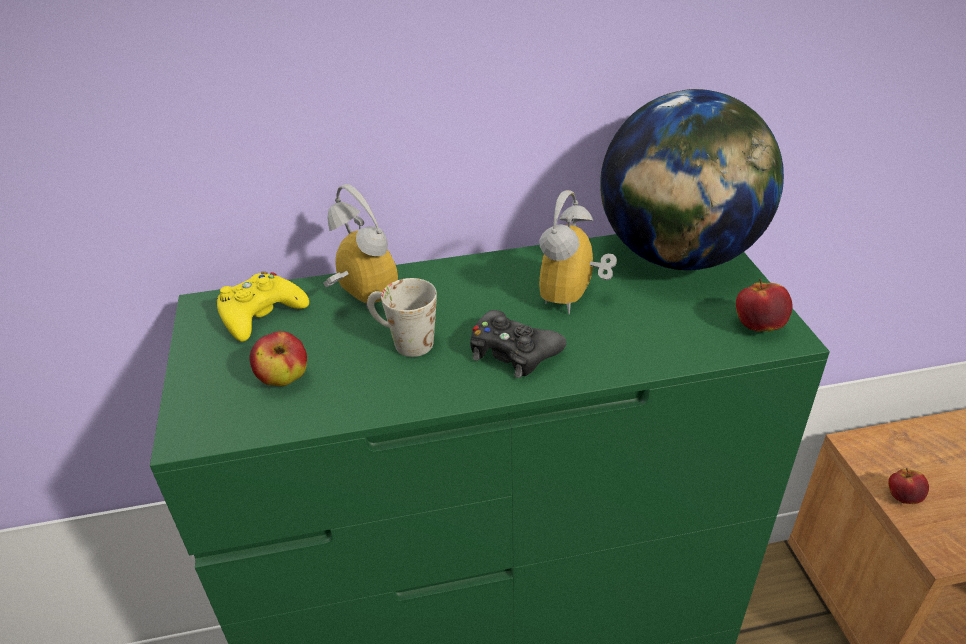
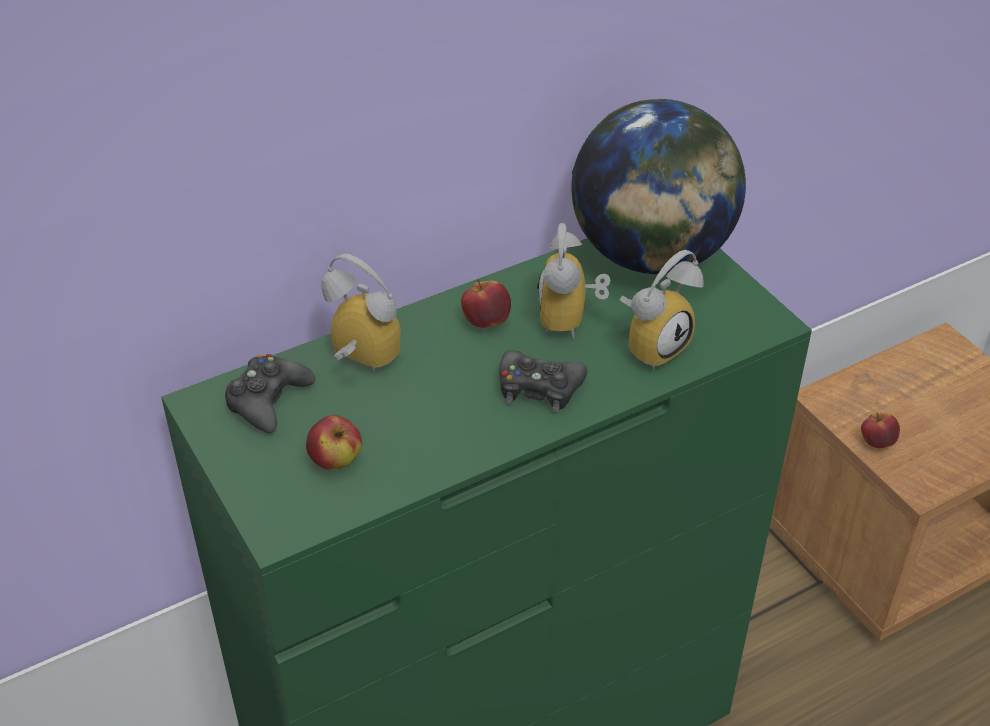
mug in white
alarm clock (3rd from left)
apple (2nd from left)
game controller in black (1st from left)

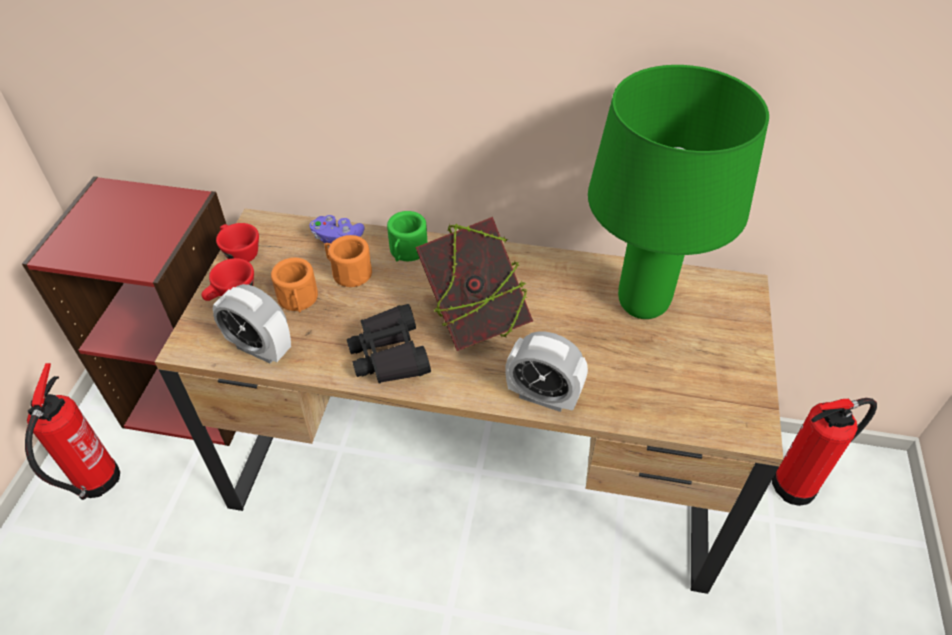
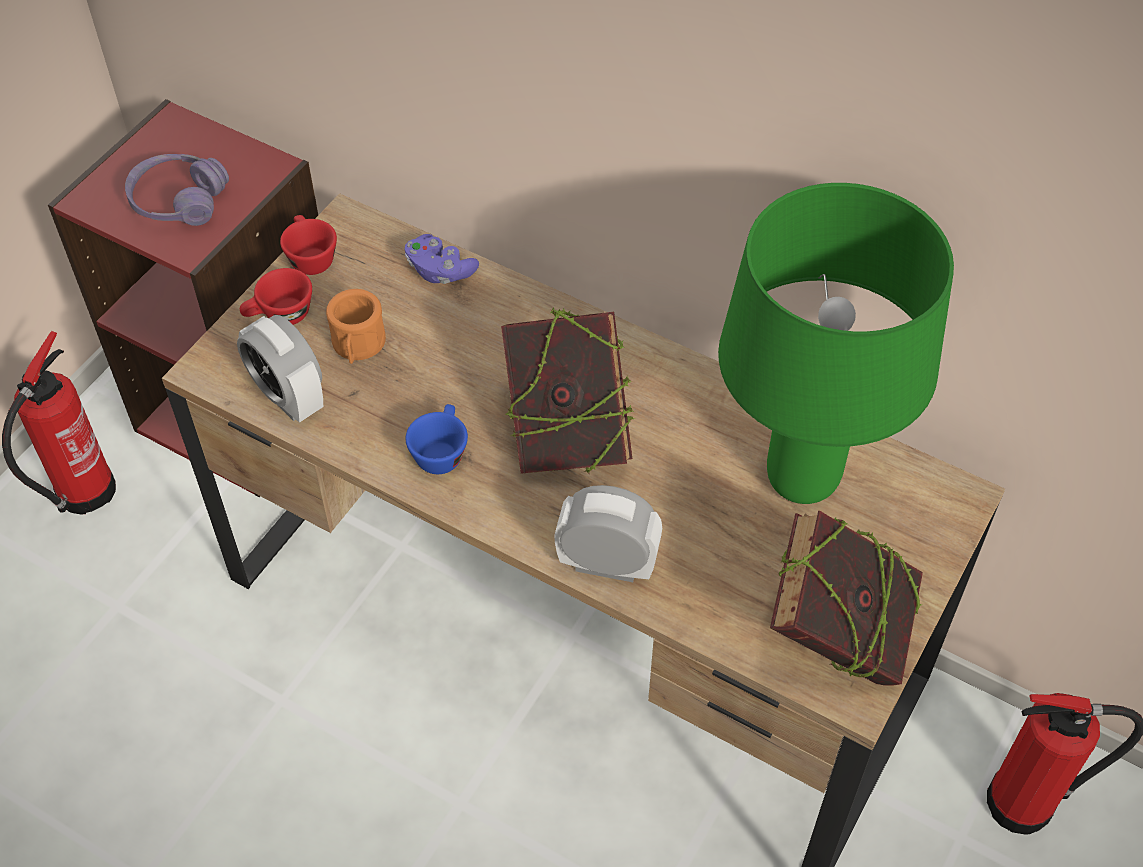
mug in orange (2nd from left in the first image)
mug in green
headphones in purple
book (2nd from left)
cup in blue
alarm clock (2nd from left)

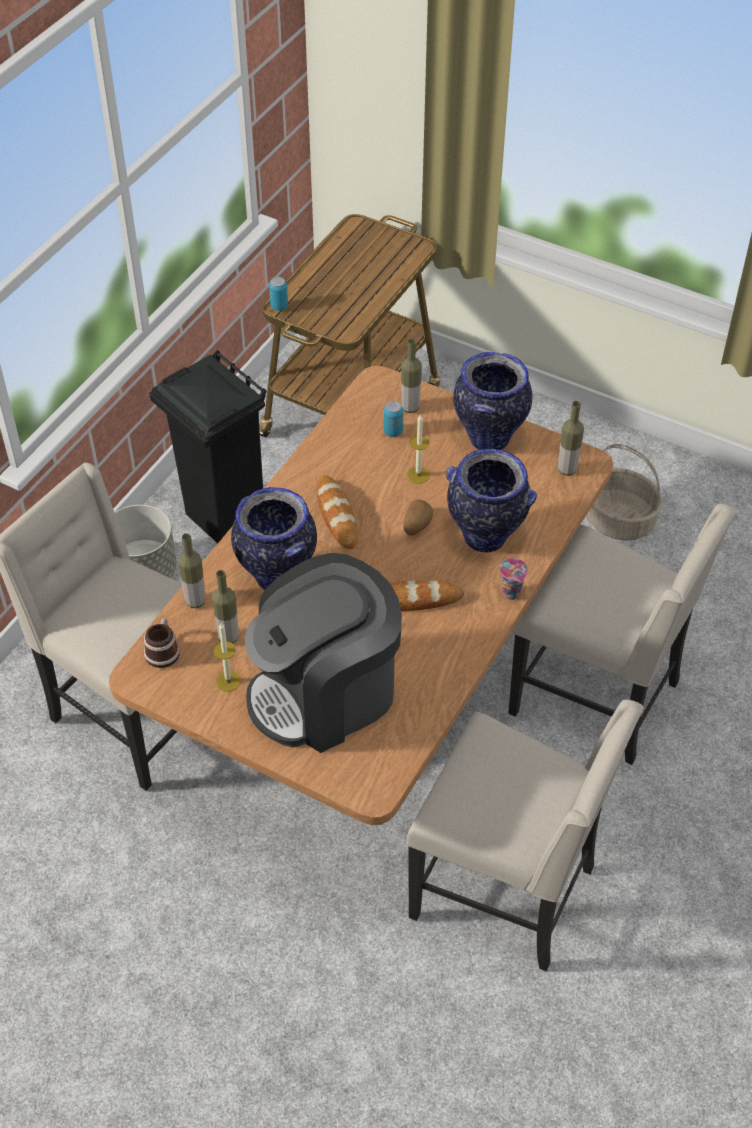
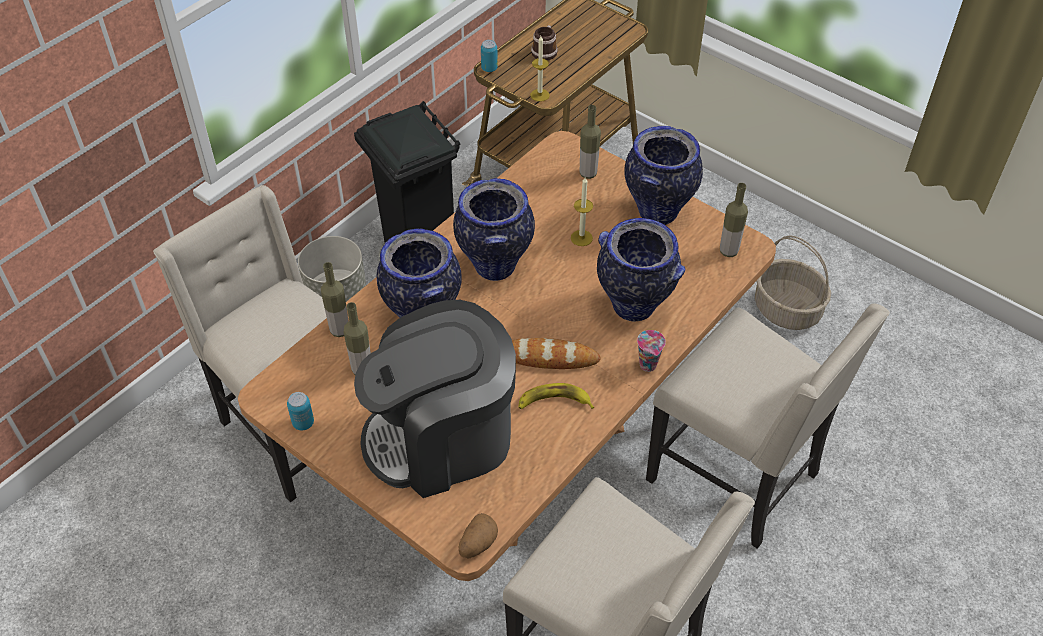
banana
mug
candle (1st from left)
can (1st from left)
potato
vase (2nd from left)

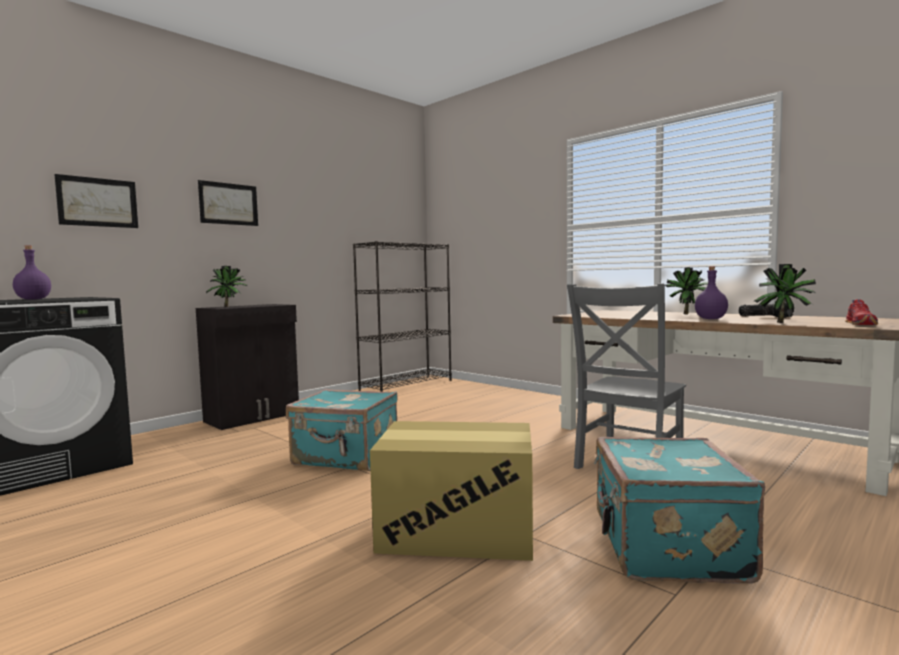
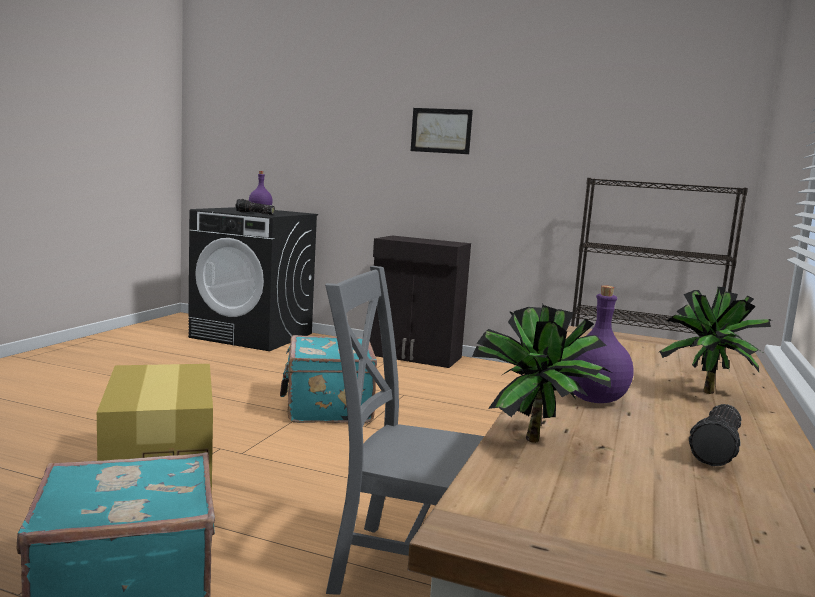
picture (1st from left in the first image)
potted plant (1st from left in the first image)
shoe in red
flashlight (1st from left)

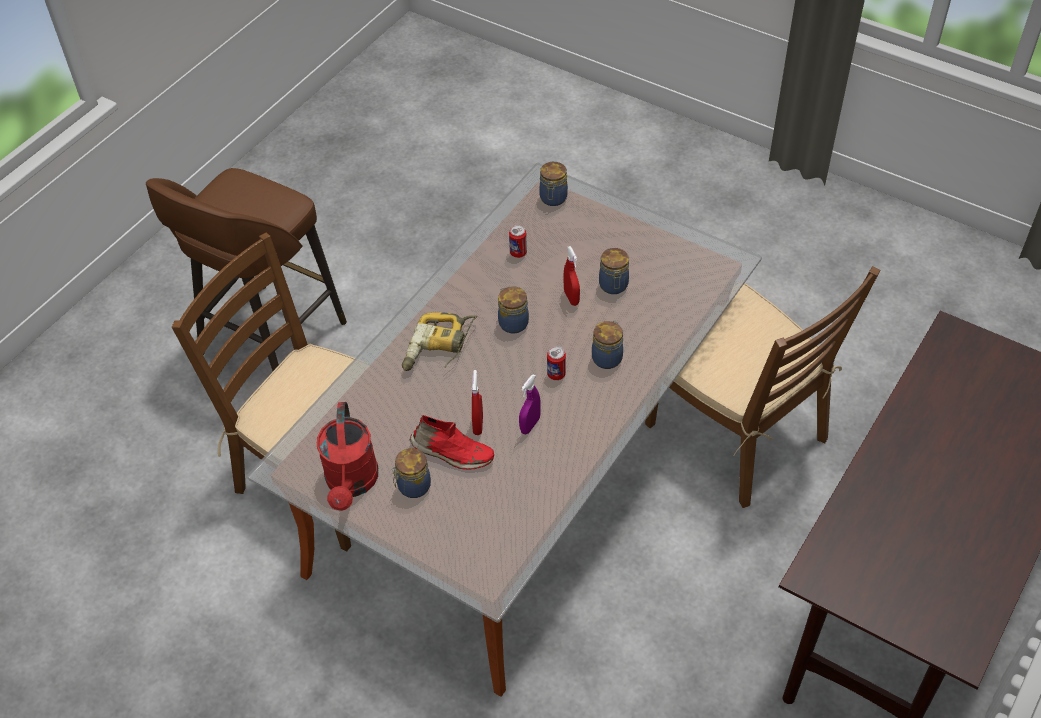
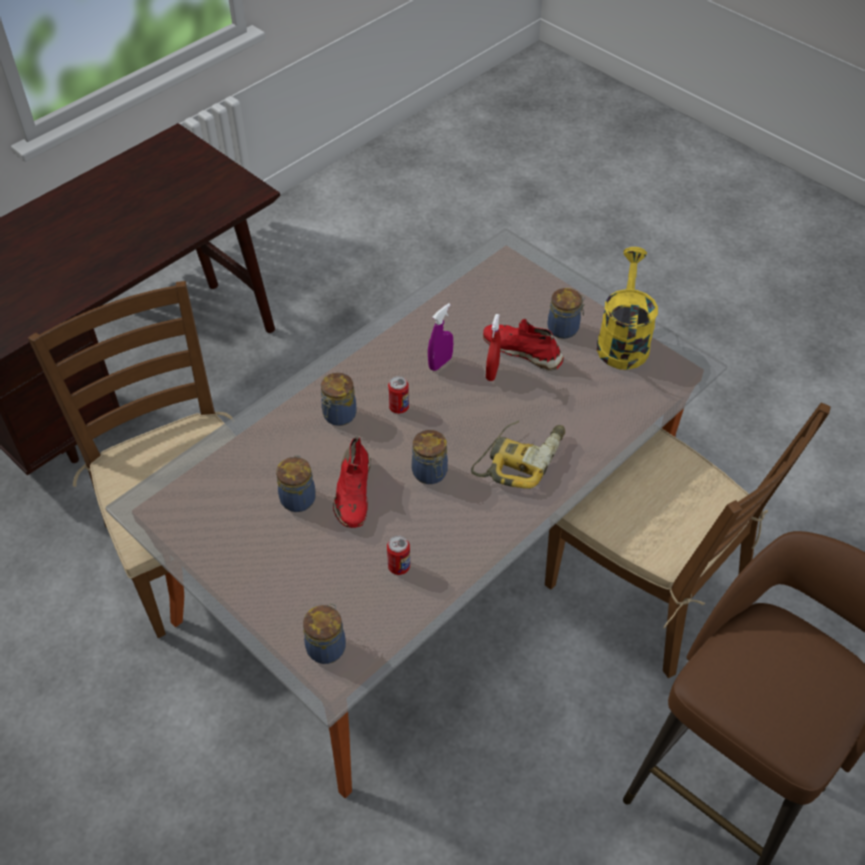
shoe in red (1st from left)
watering can in yellow

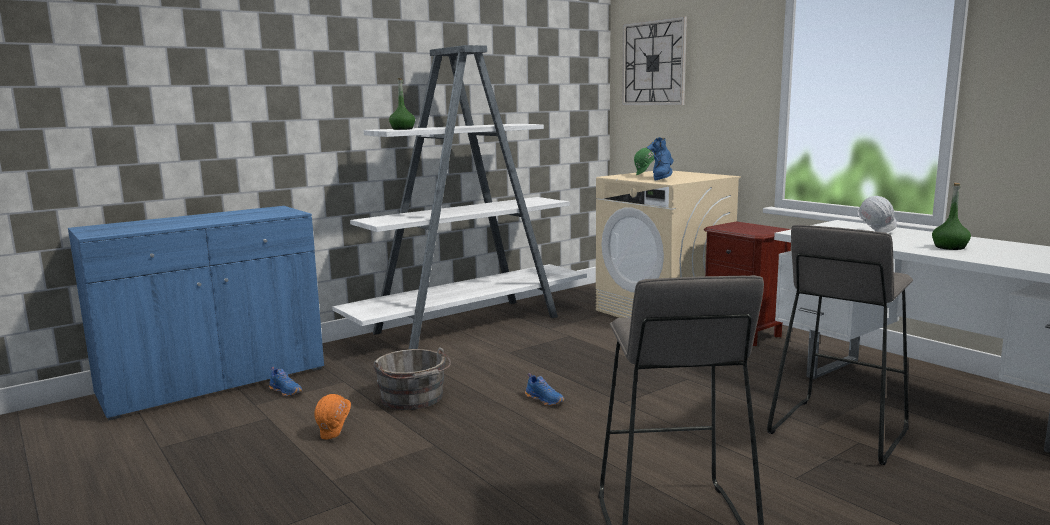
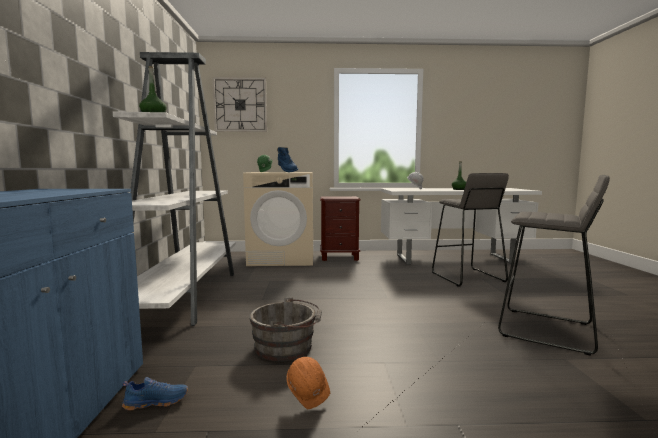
shoe in blue (2nd from left in the first image)

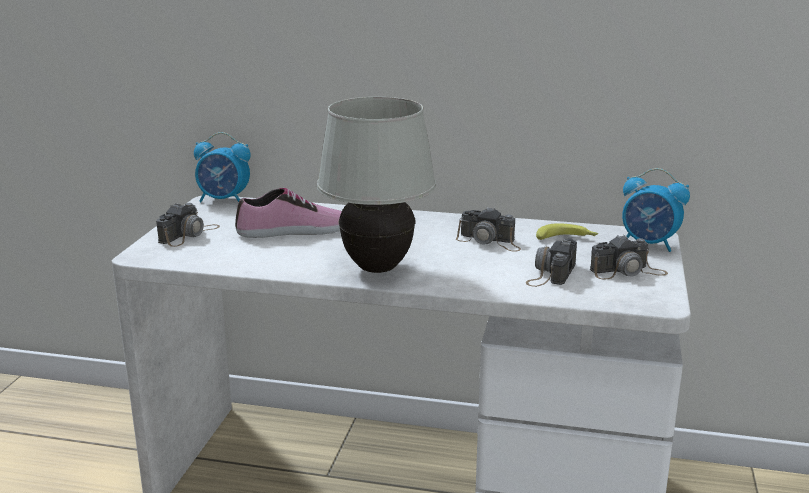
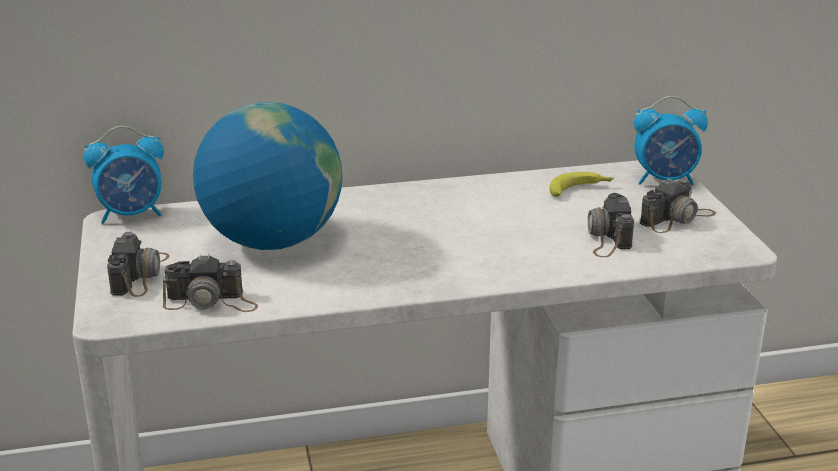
table lamp in white
photo camera (2nd from left)
globe

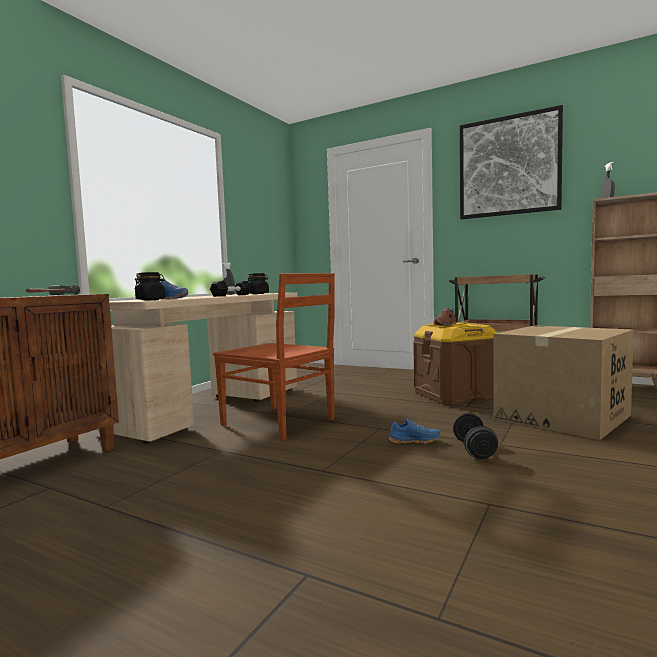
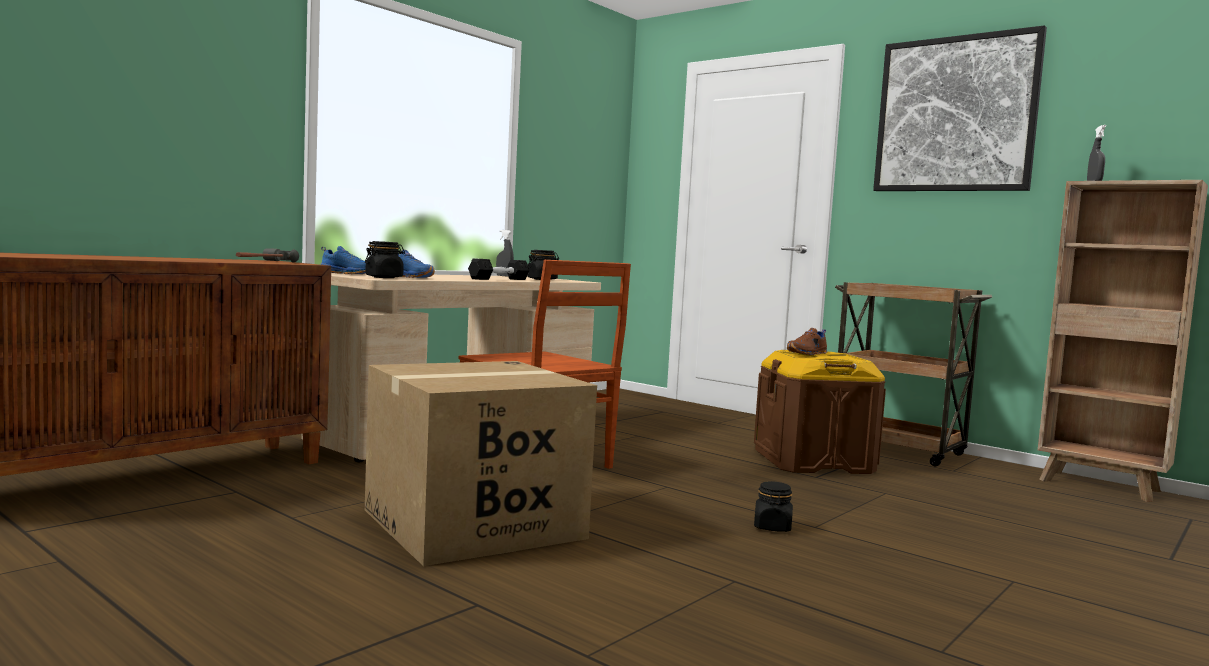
shoe in blue (1st from left)
cardboard box
jar in black (3rd from left)

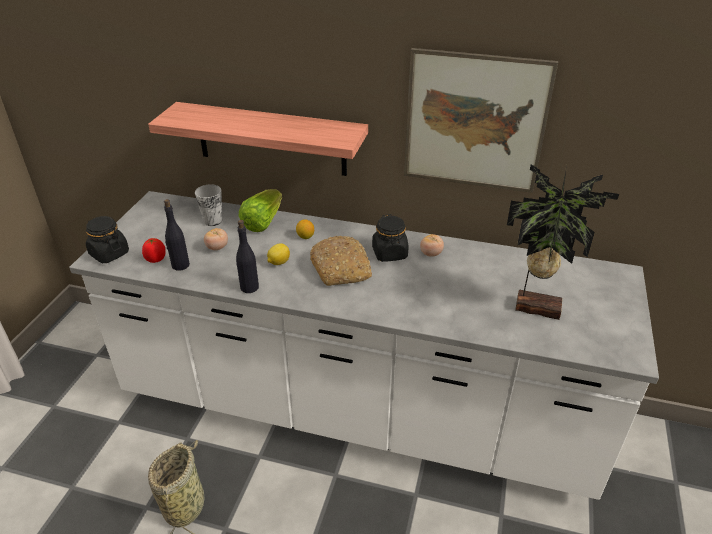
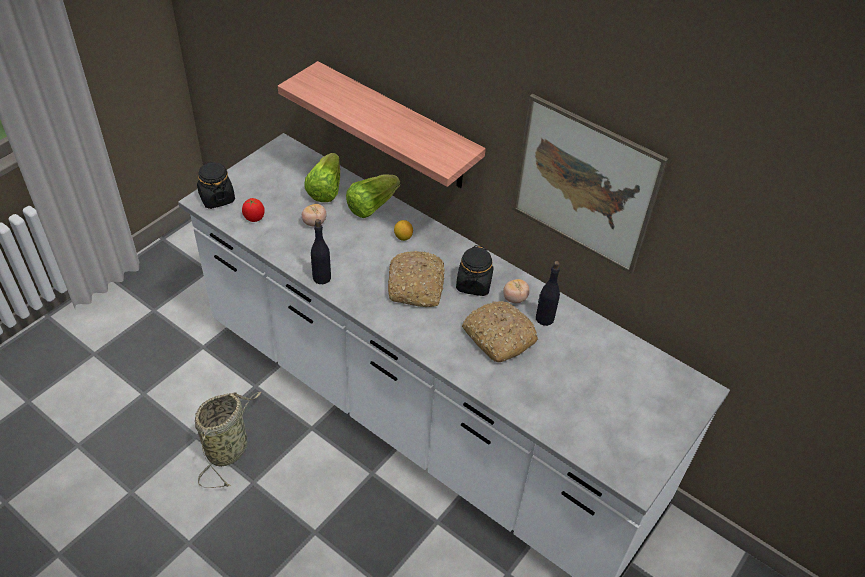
lemon (1st from left in the first image)
potted plant
bread (2nd from left)
bottle in black (2nd from left)
lettuce (1st from left)

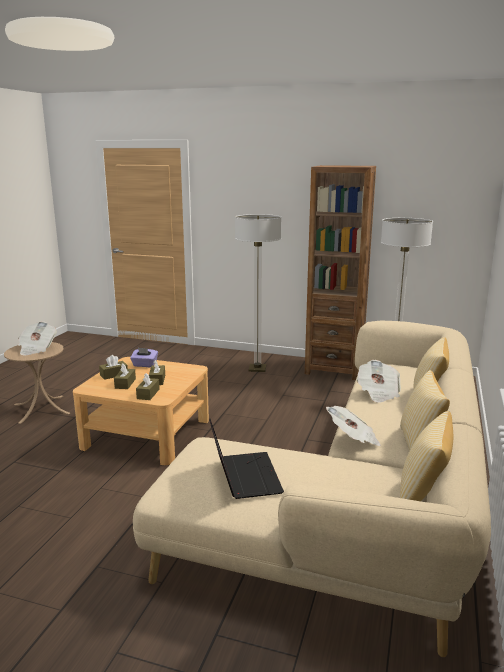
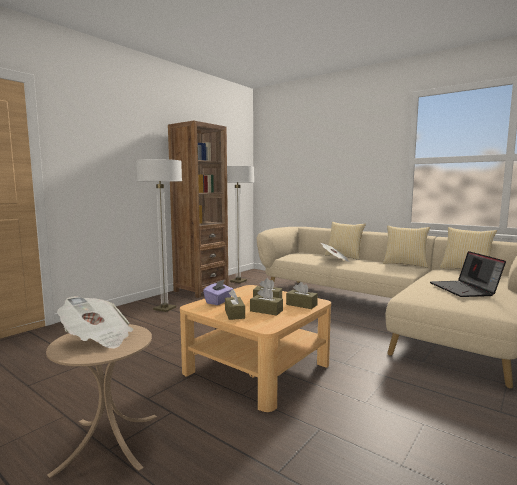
newspaper (2nd from left in the first image)
laptop

